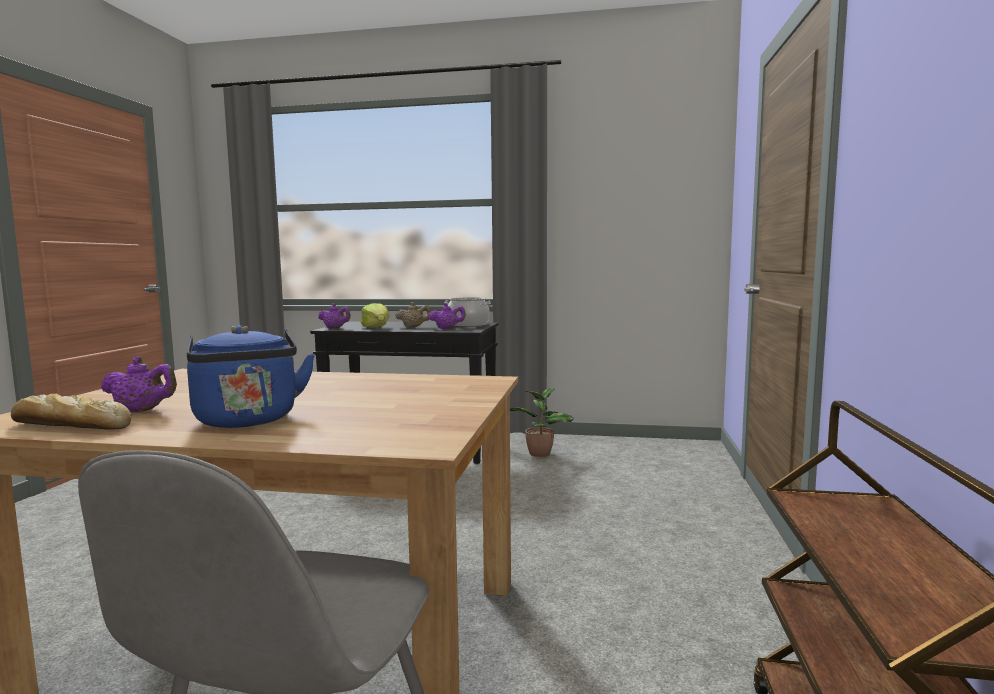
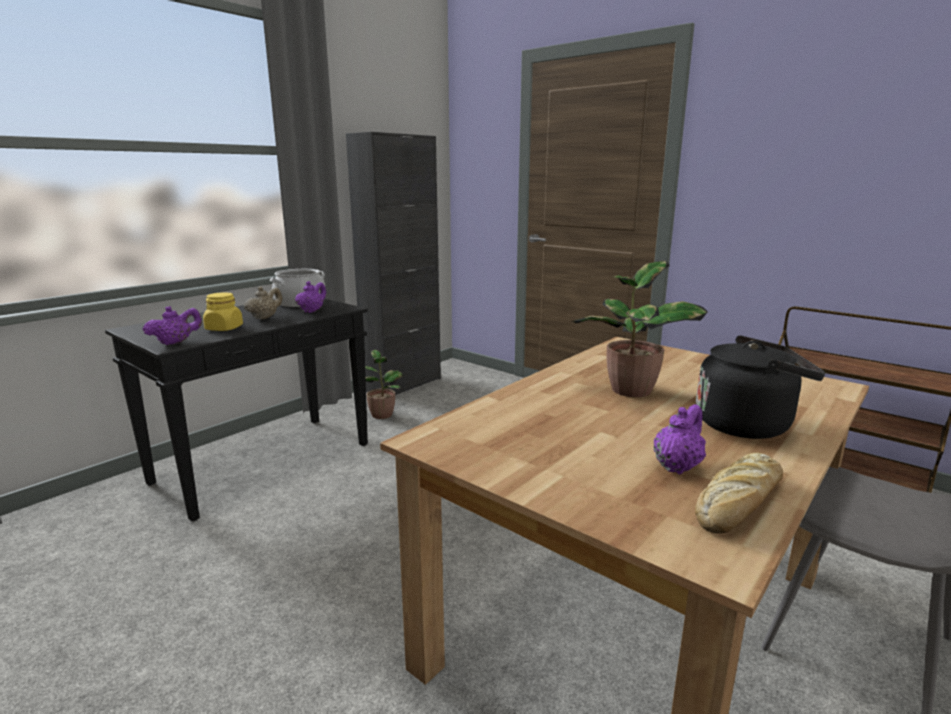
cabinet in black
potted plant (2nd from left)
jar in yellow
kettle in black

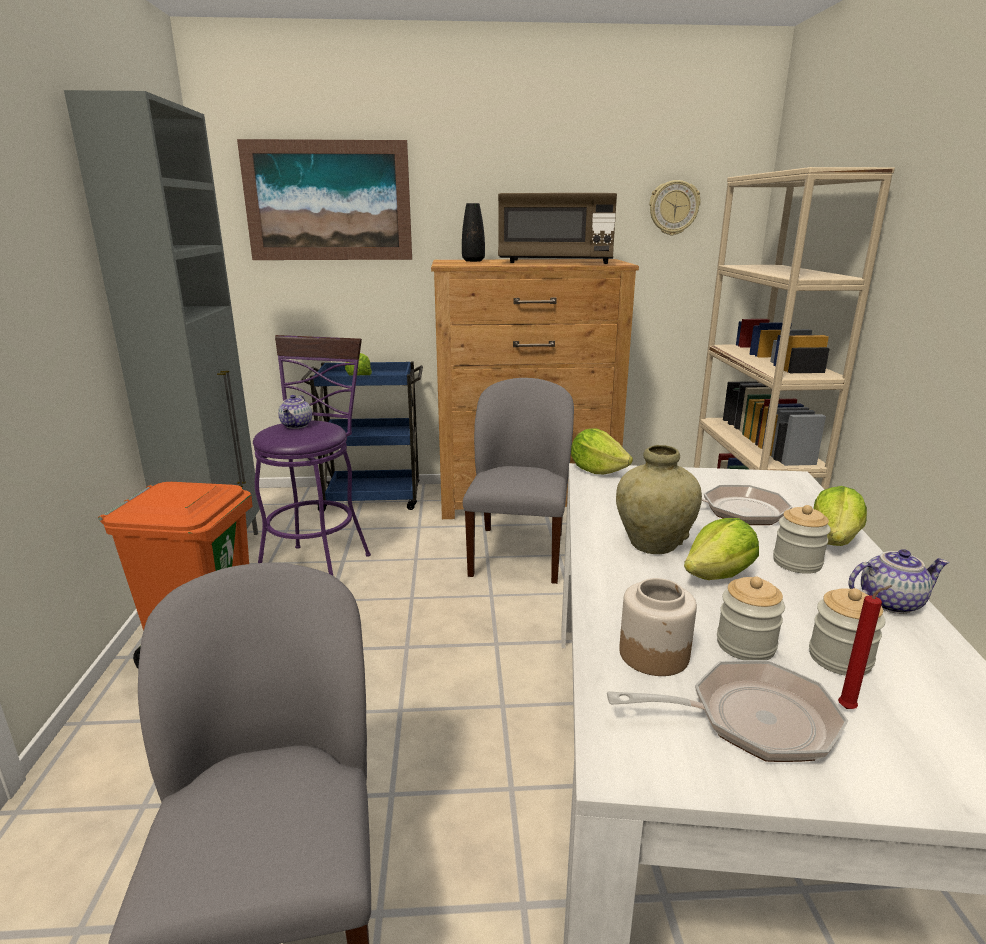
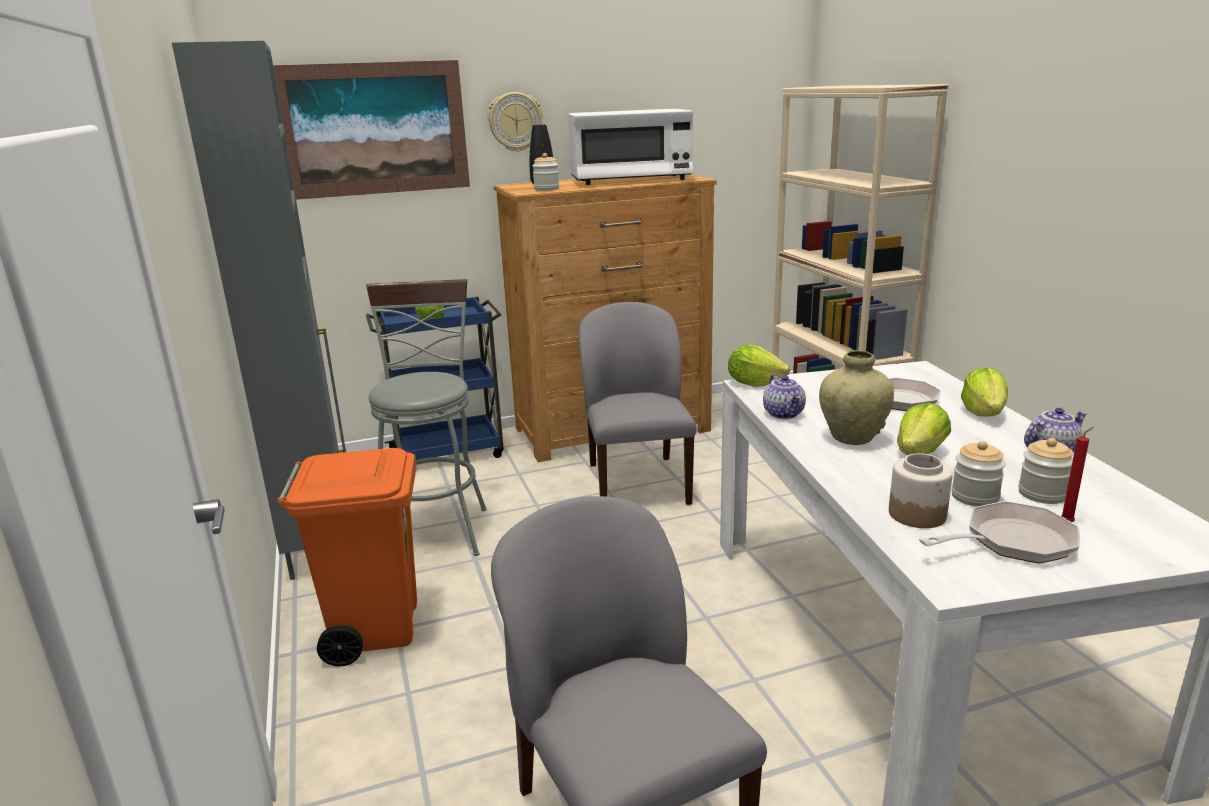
teapot (1st from left)
wall clock
jar (1st from left)
stool in grey
microwave in white

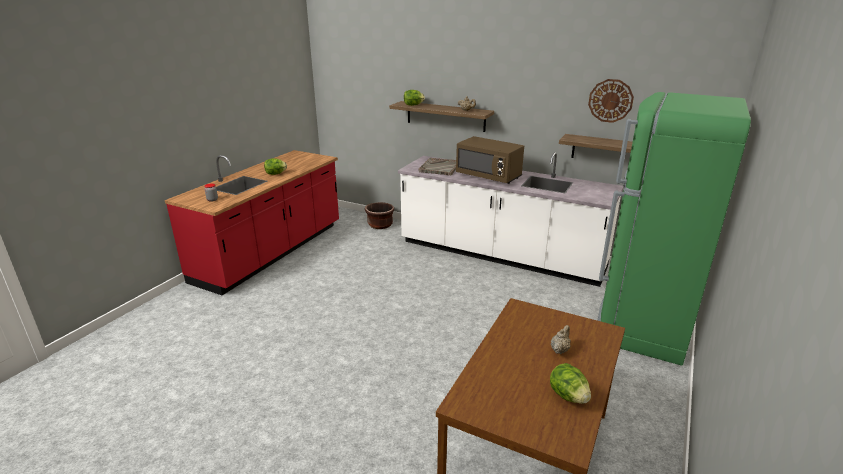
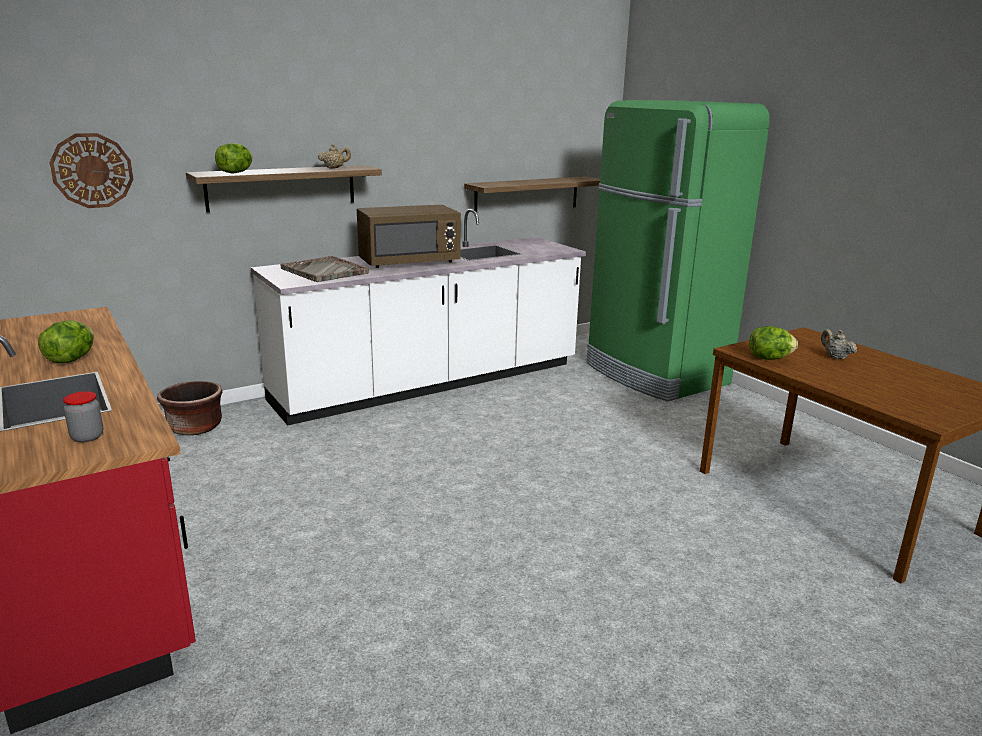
lettuce (3rd from left)
wall clock

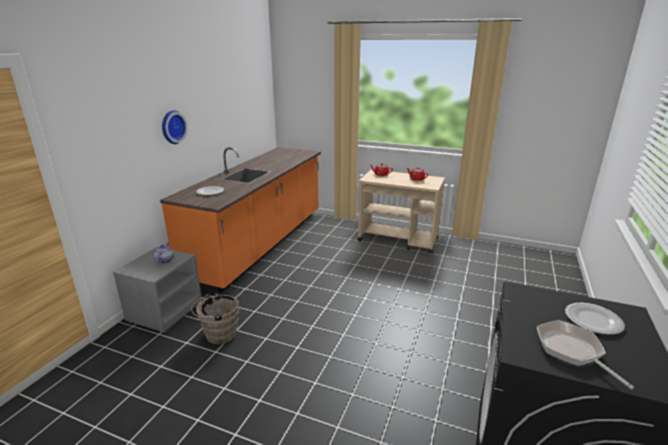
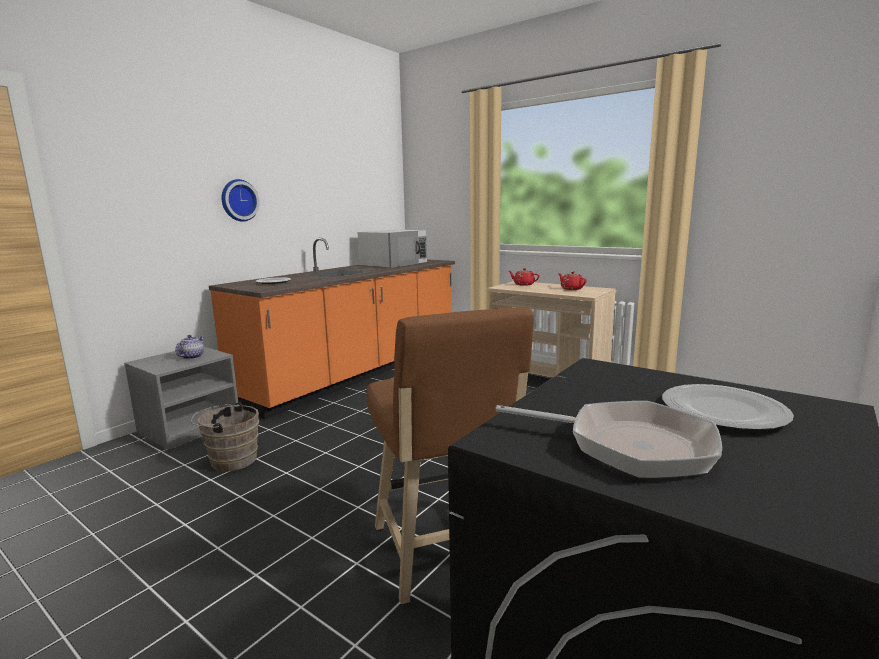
microwave in white
stool in brown
frying pan

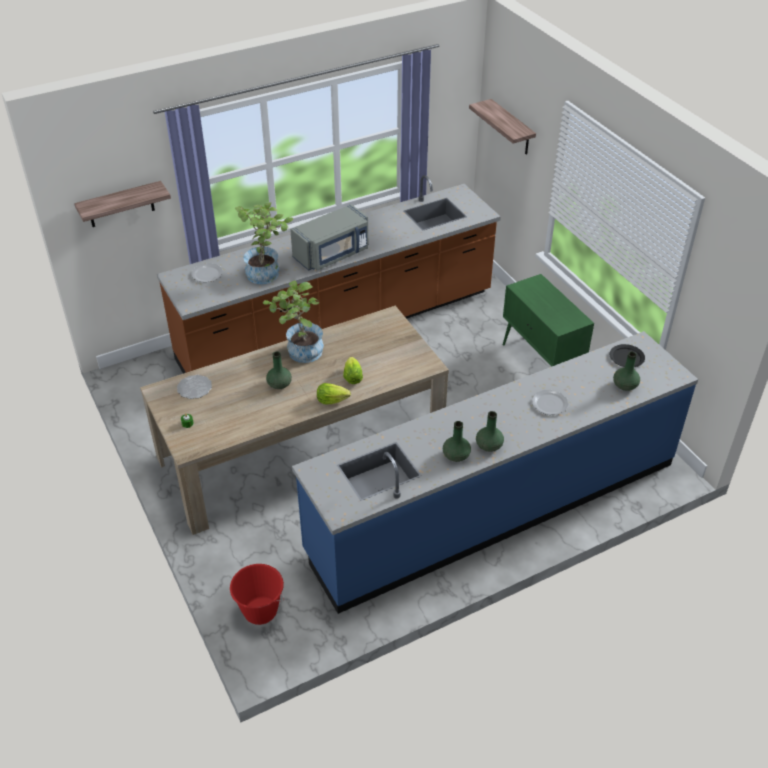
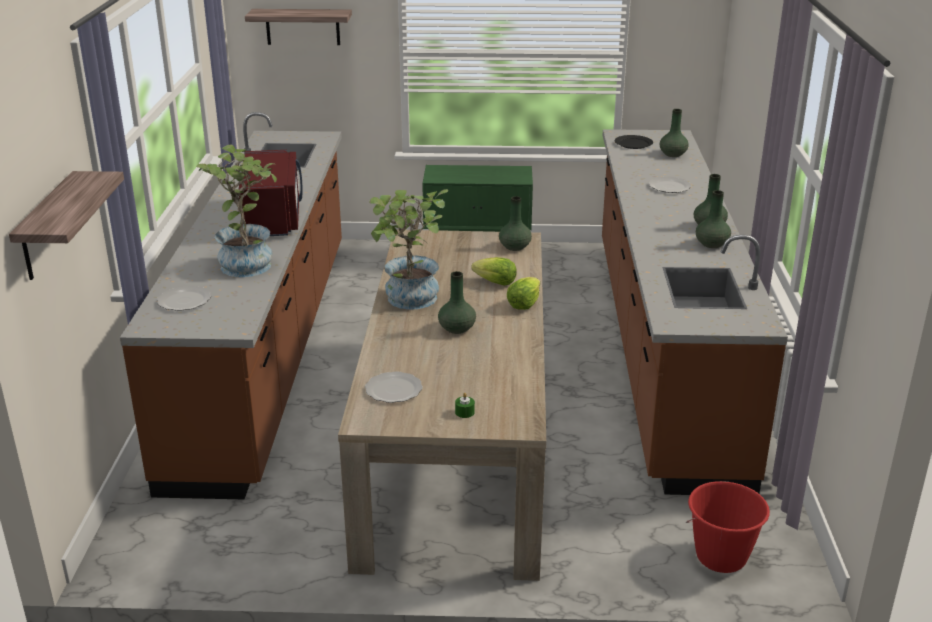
vase in green (2nd from left)
microwave in red
counter in brown (2nd from left)

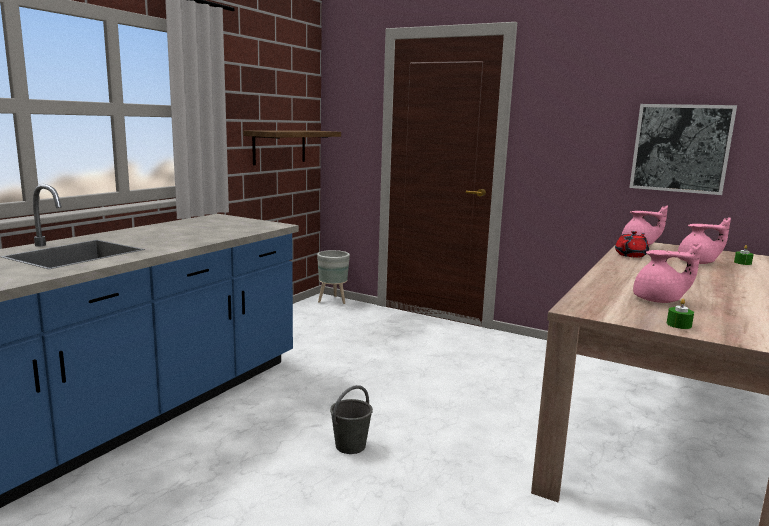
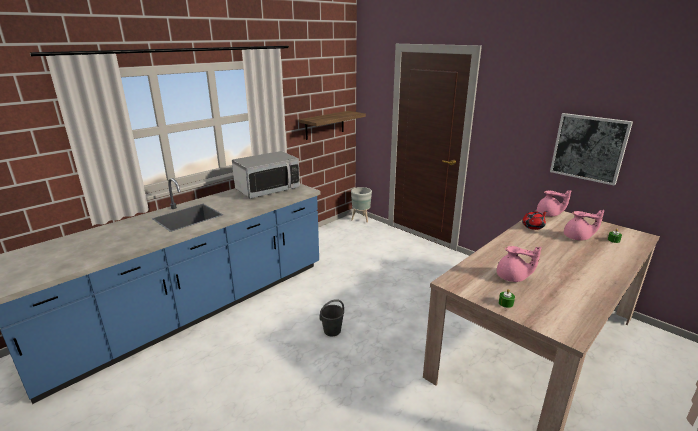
microwave

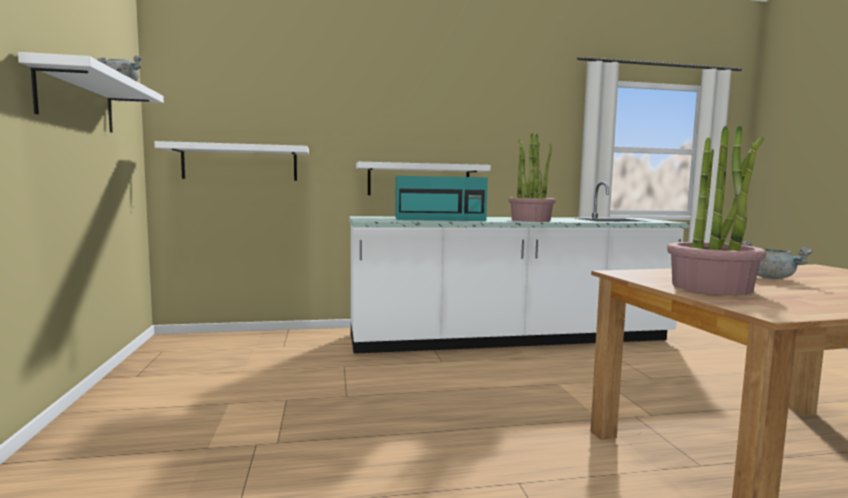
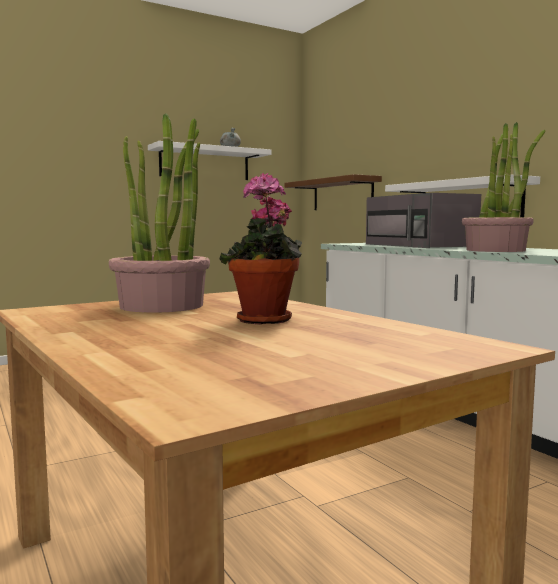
potted plant (2nd from left)
shelf in brown
microwave in grey

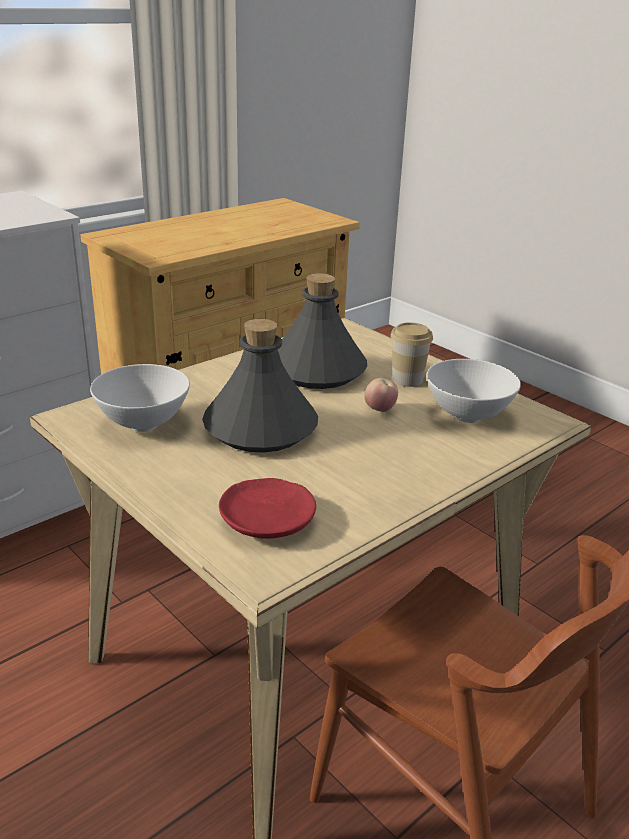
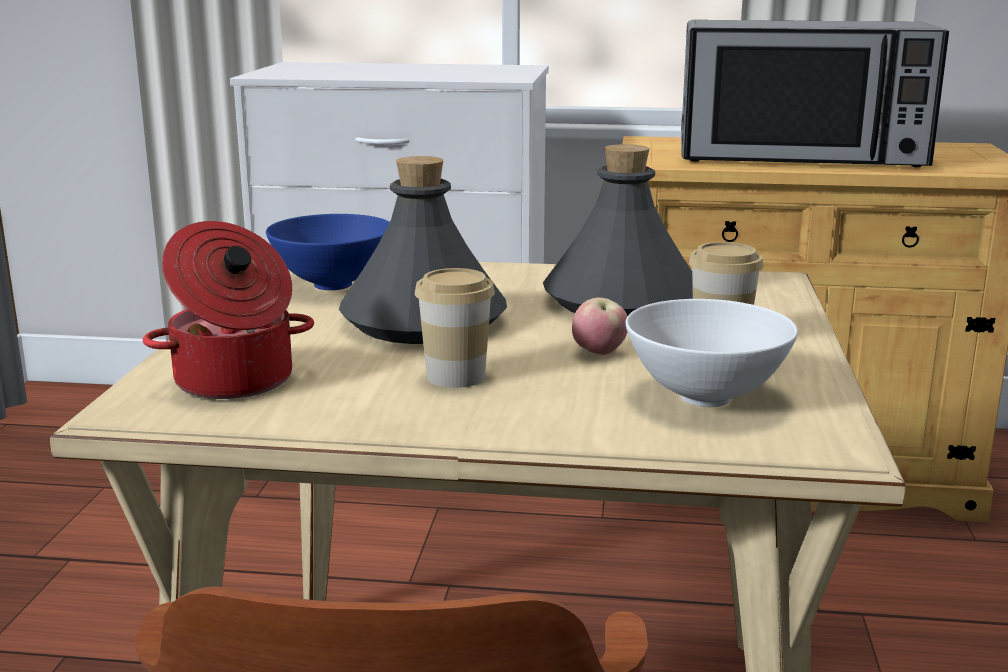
cup (1st from left)
microwave
cooking pot
bowl in blue

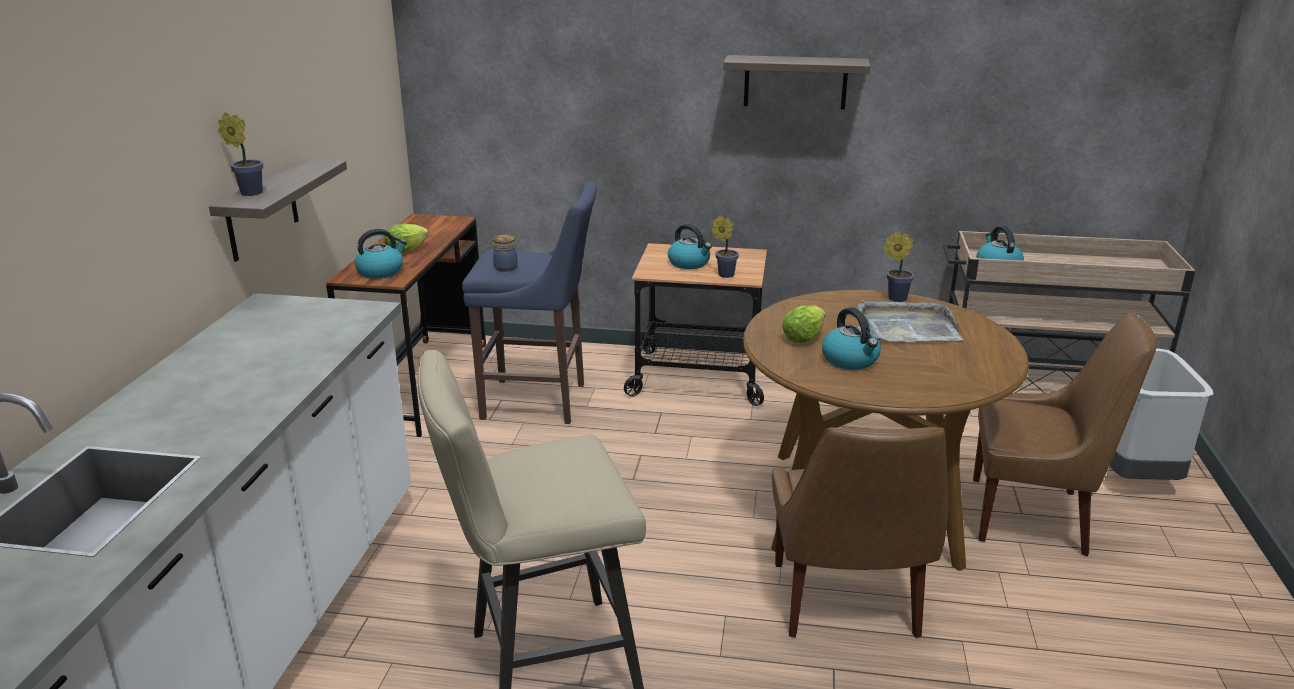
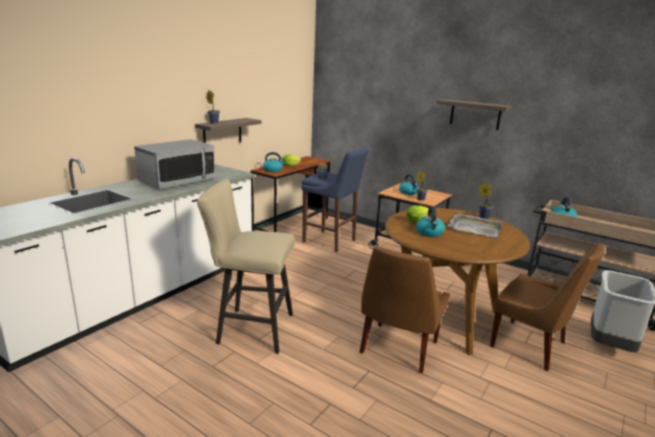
microwave

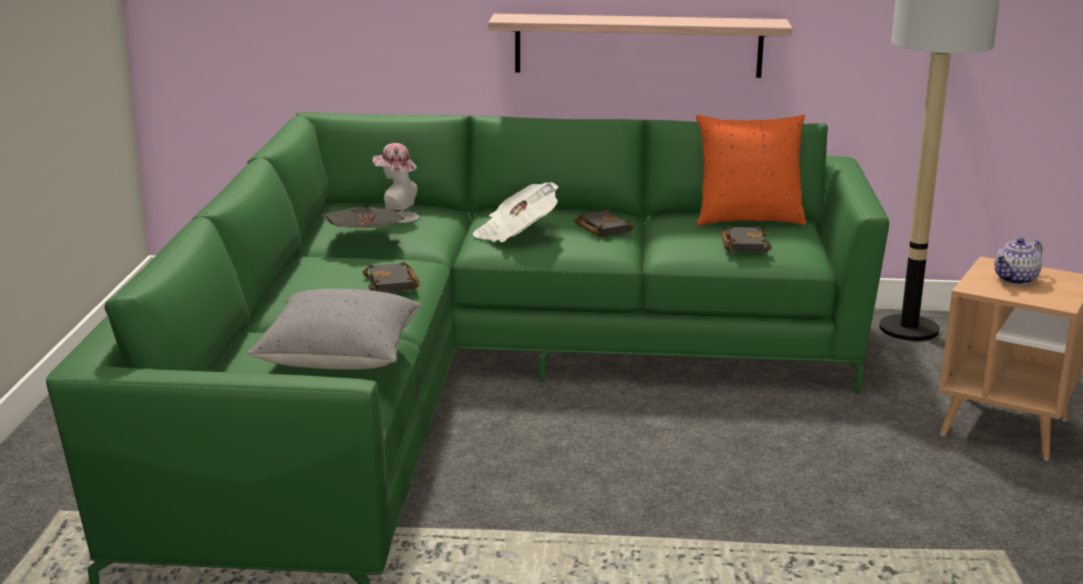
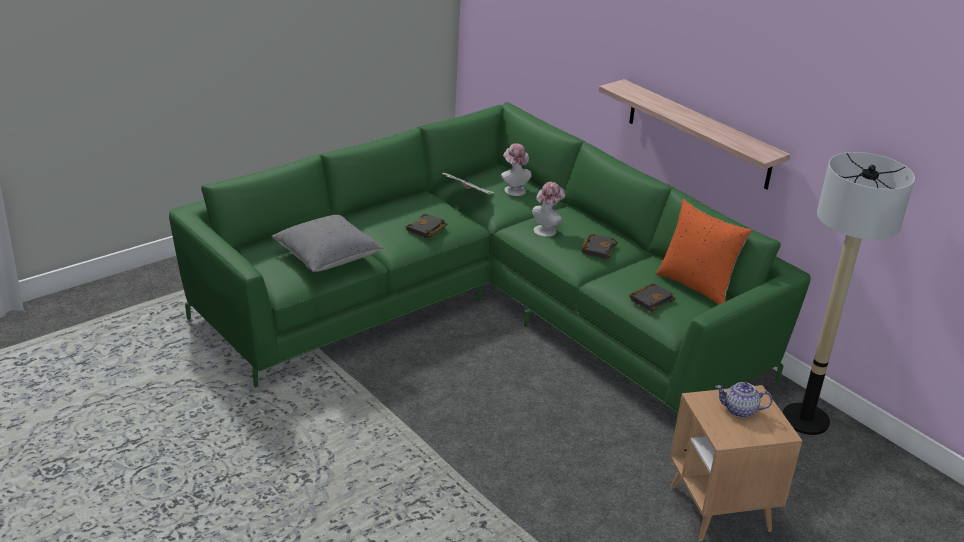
hat (2nd from left)

